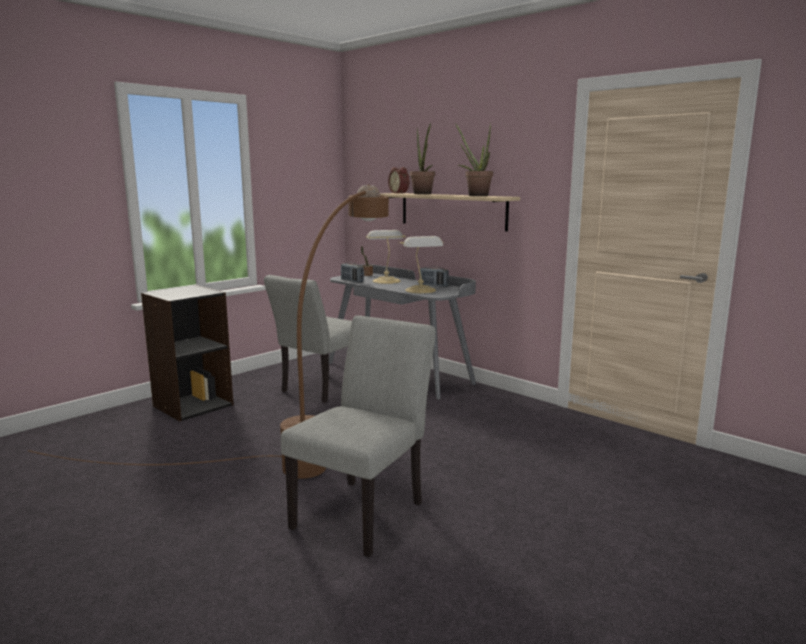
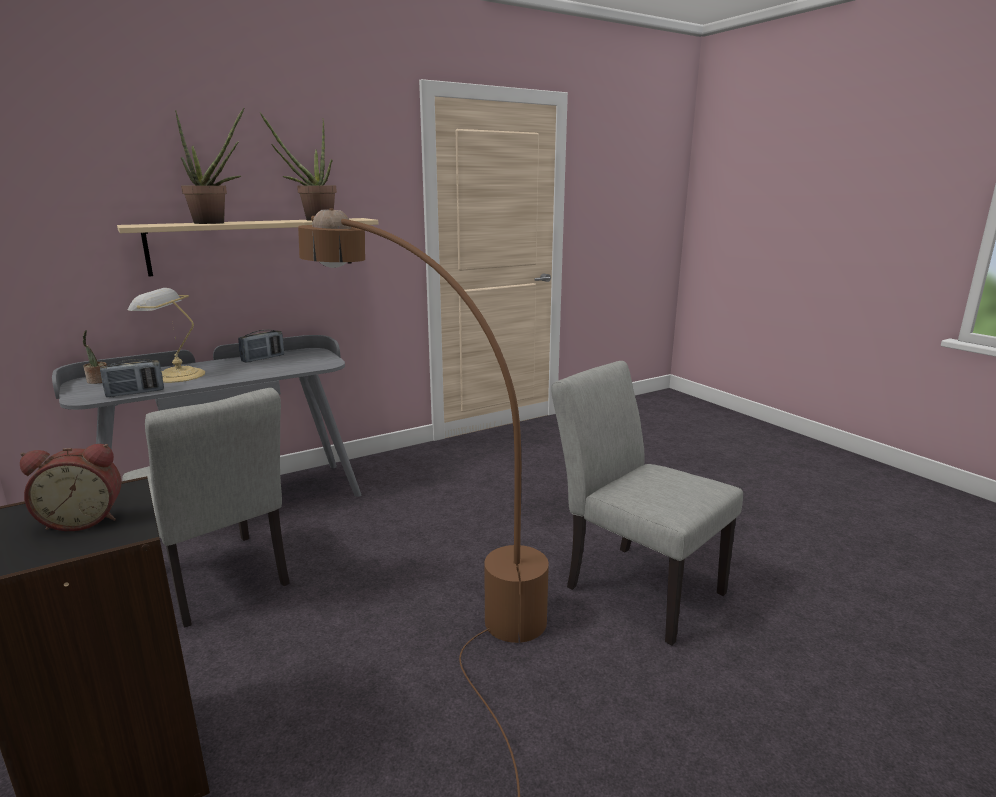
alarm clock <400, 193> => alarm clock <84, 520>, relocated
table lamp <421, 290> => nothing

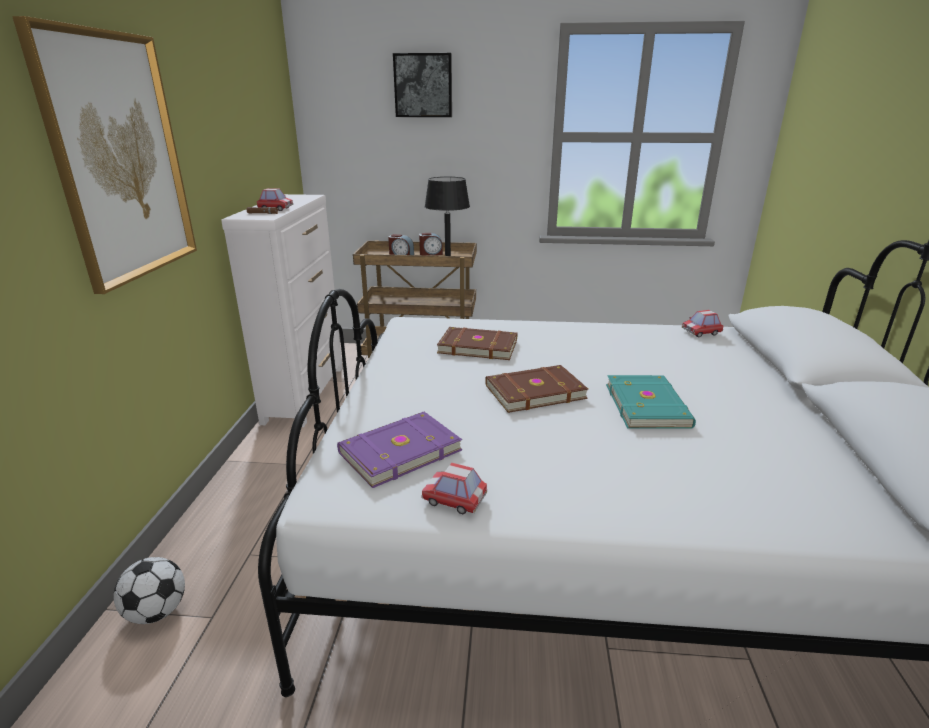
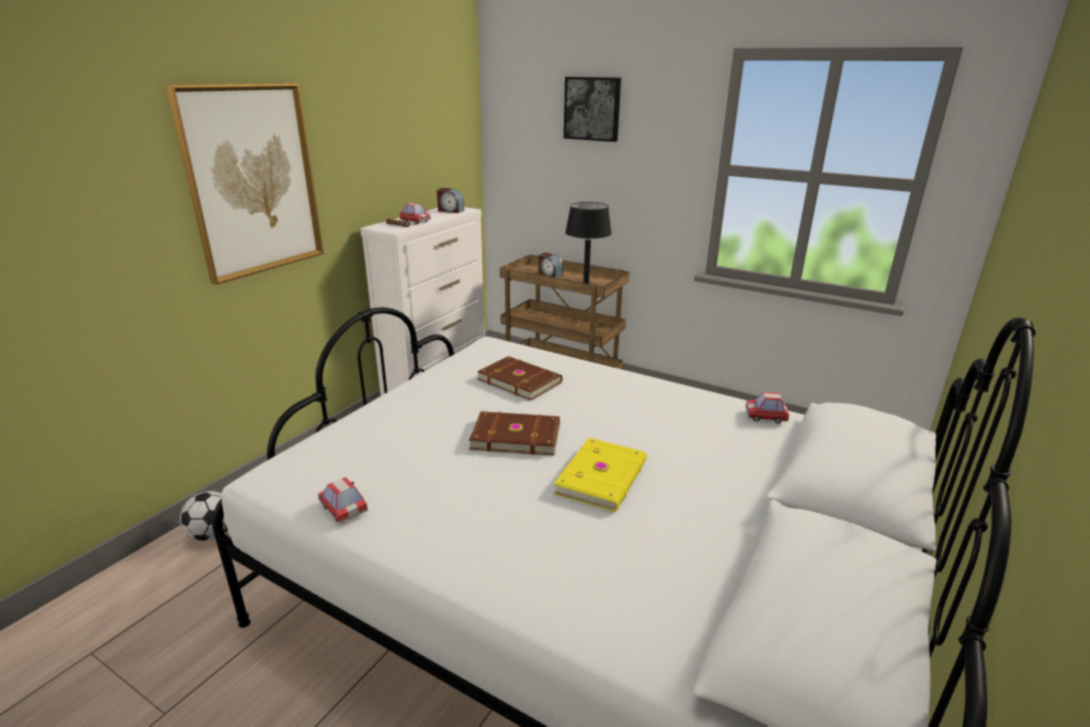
book (purple) <398, 451> => nothing
alarm clock <431, 253> => alarm clock <450, 211>, relocated
book (turquoise) <648, 405> => book (yellow) <603, 477>

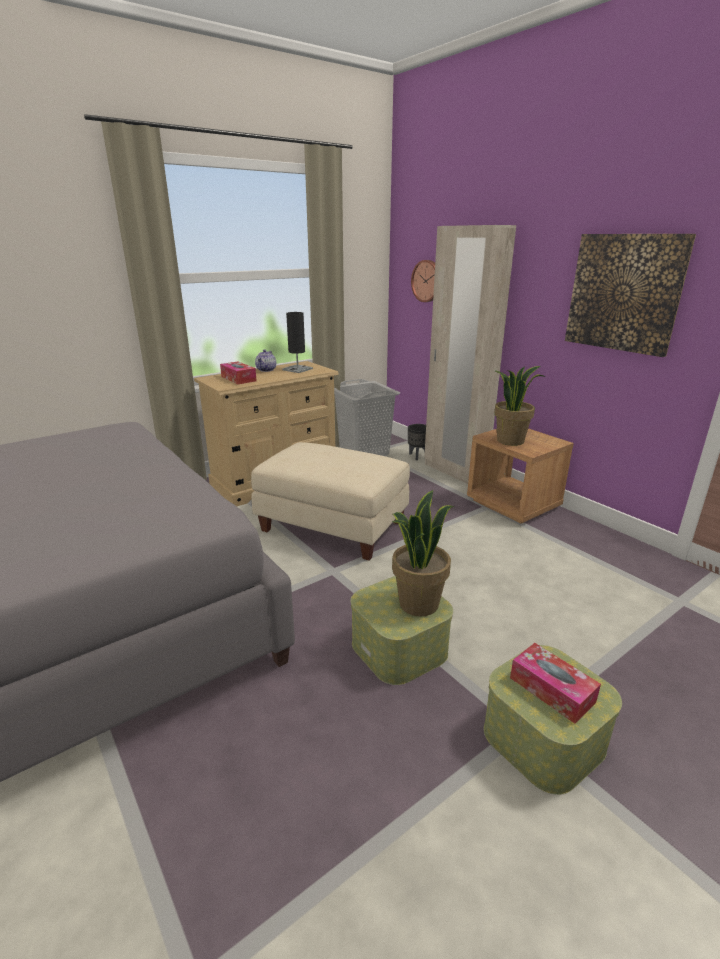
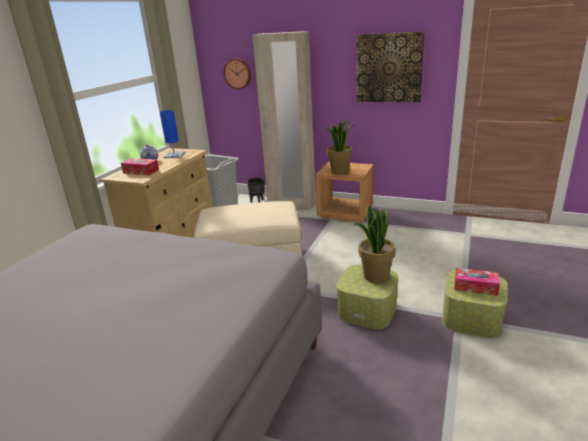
table lamp (black) <297, 369> => table lamp (blue) <174, 155>

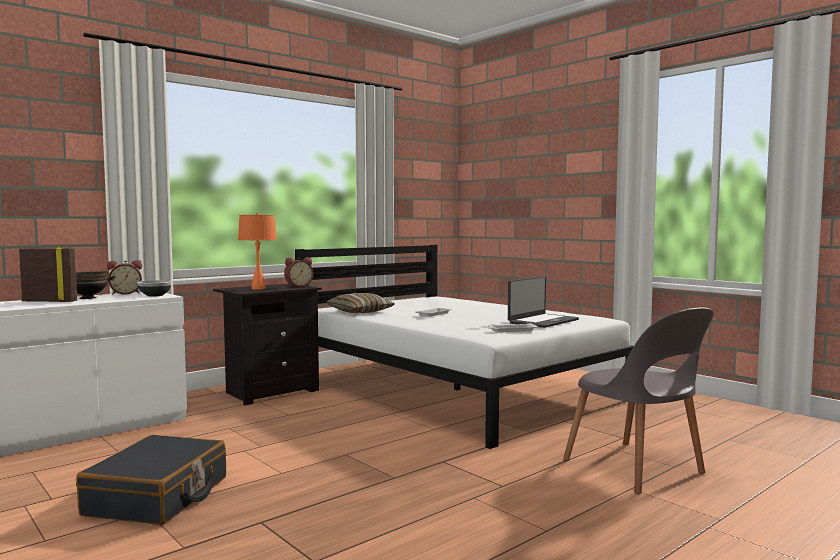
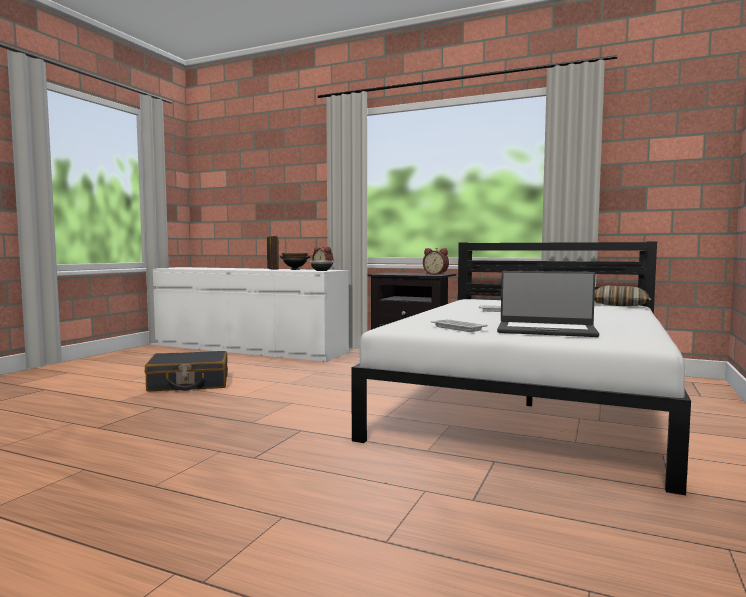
table lamp (orange) <258, 288> => nothing
pillow <360, 312> => pillow <619, 305>, relocated
chair (grey) <636, 468> => nothing

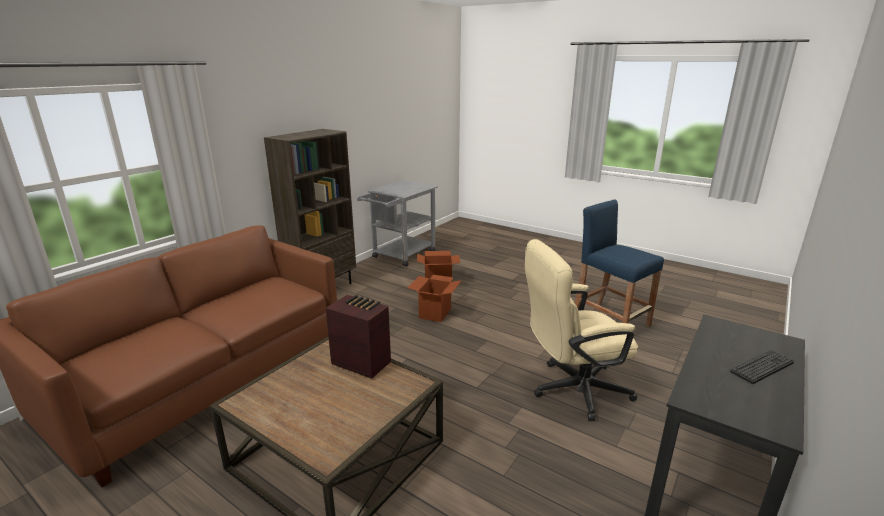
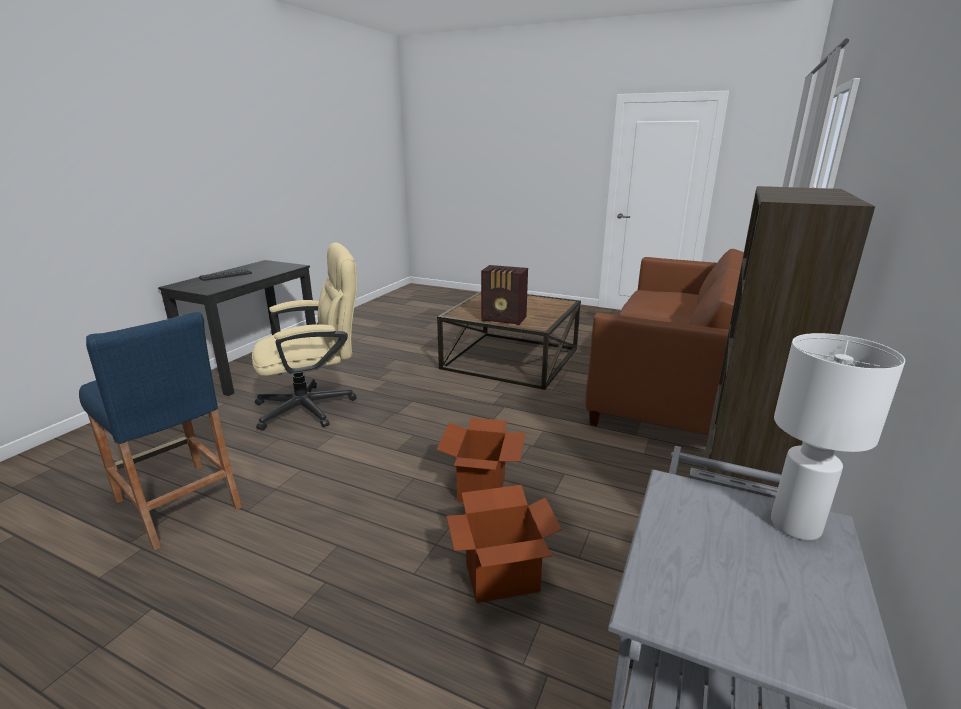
nothing => table lamp (white) <794, 526>

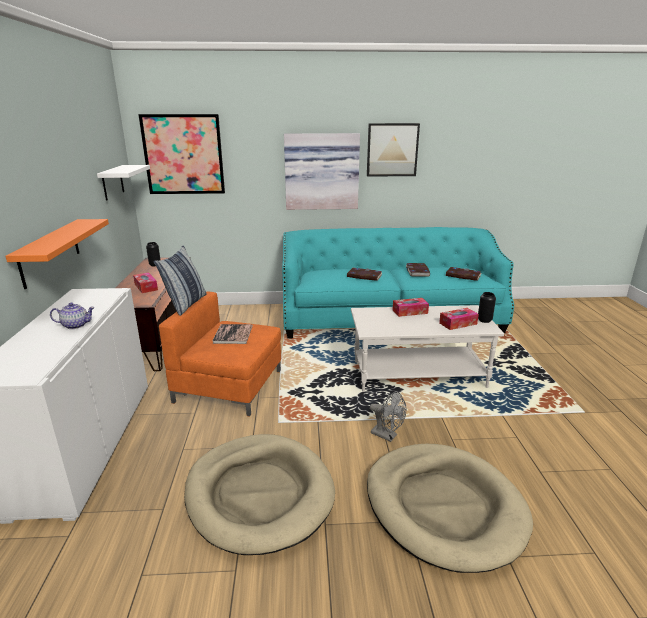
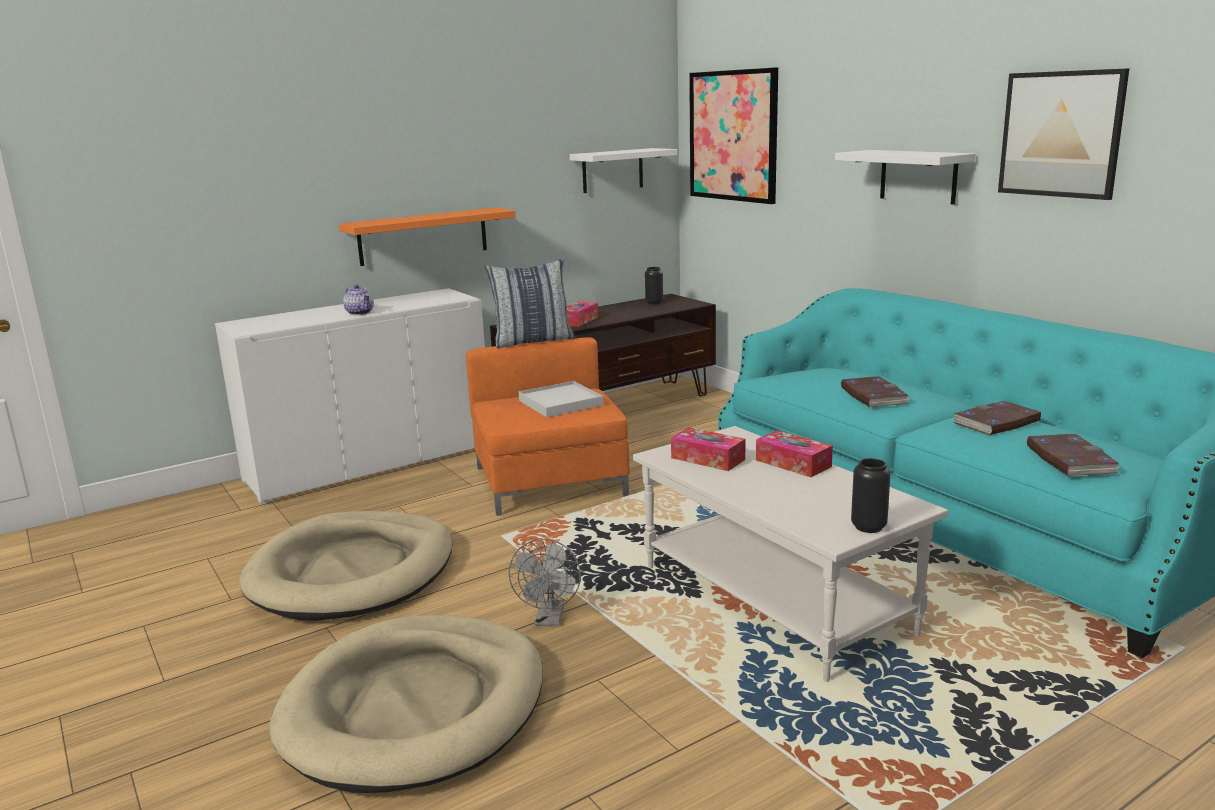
book <233, 334> => tray (white) <560, 403>
picture <321, 171> => shelf (white) <918, 176>
tissue box <458, 323> => tissue box <708, 459>, relocated

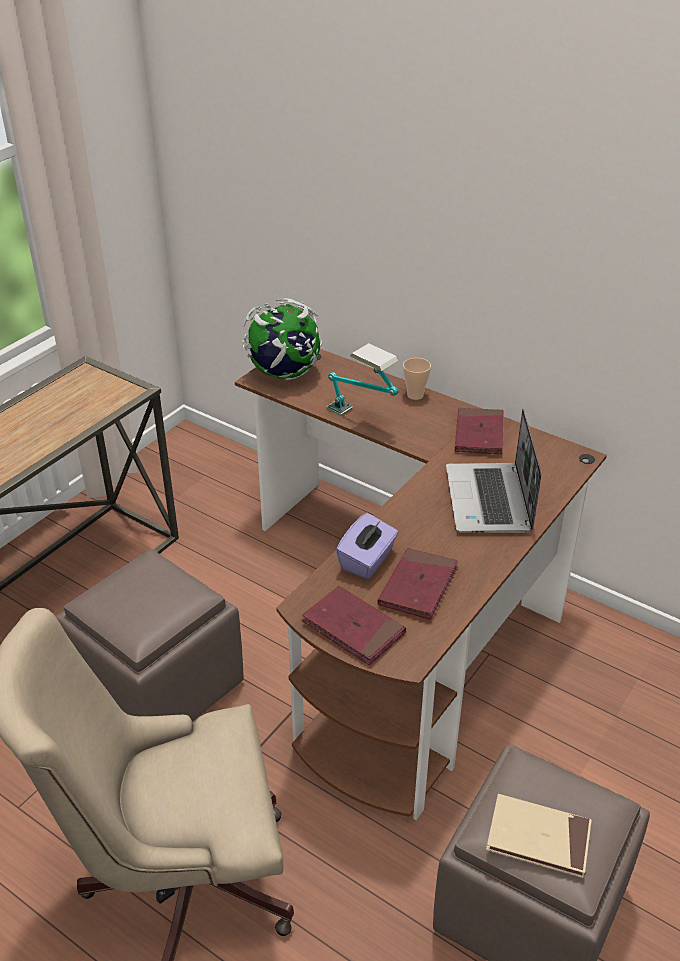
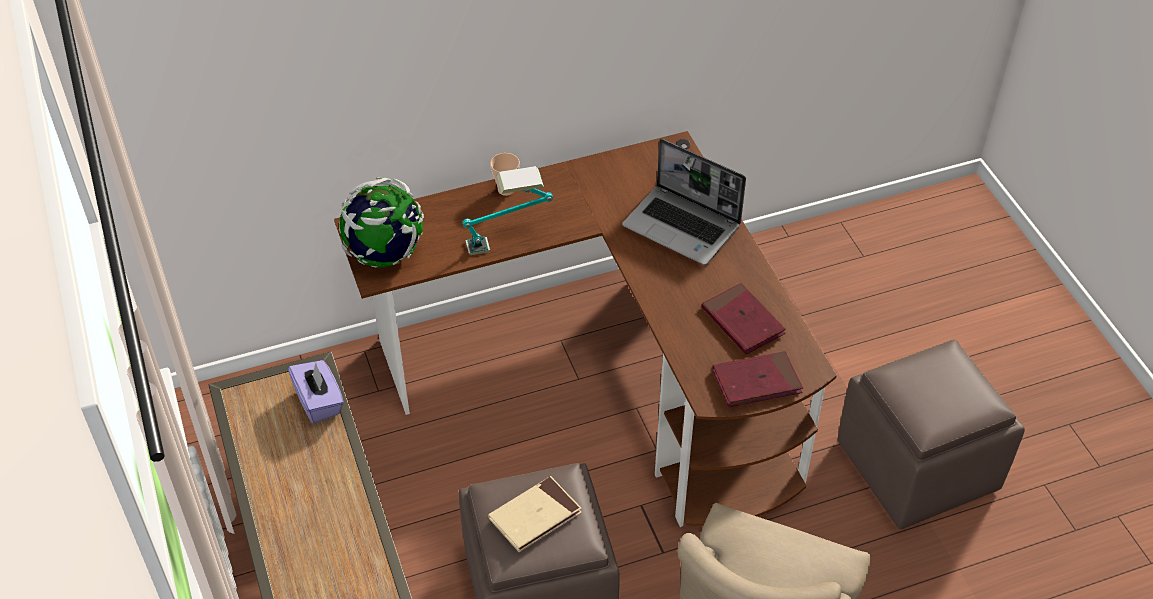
tissue box (purple) <367, 561> => tissue box (purple) <319, 402>, relocated
book (red) <479, 434> => nothing
book (beige) <538, 838> => book (beige) <535, 516>, relocated

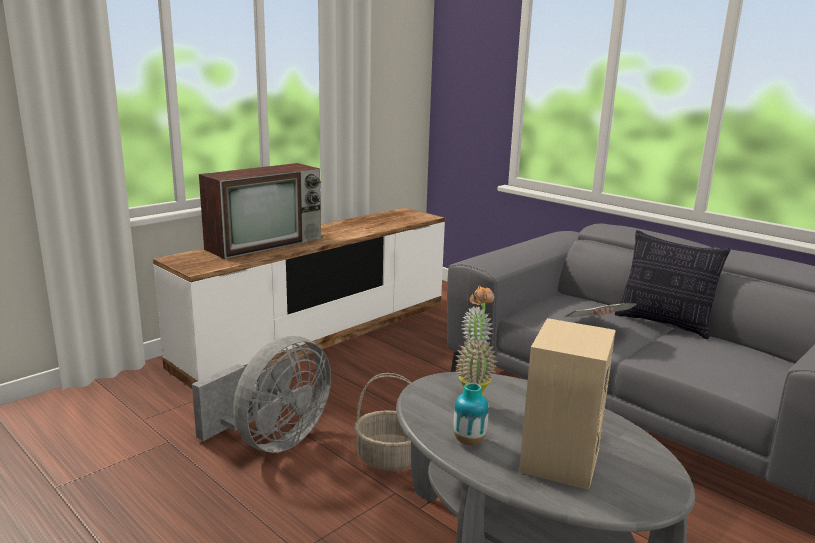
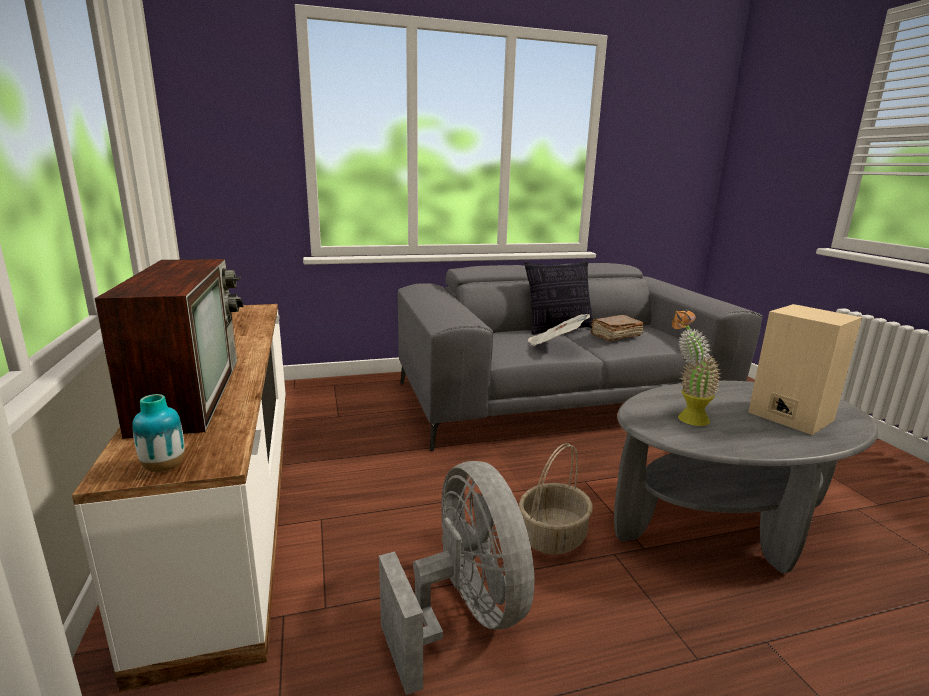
vase <469, 441> => vase <164, 467>, relocated
nothing => book (brown) <615, 336>

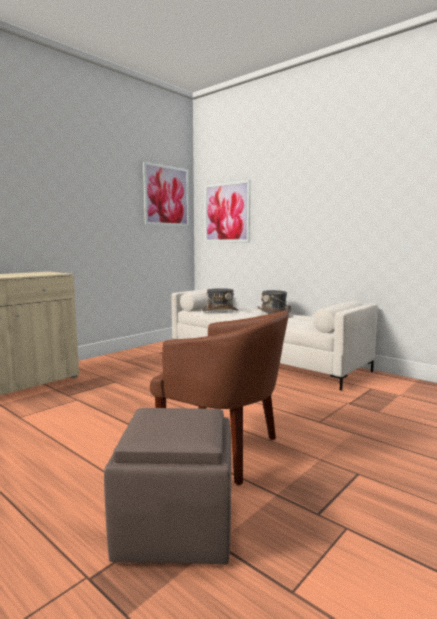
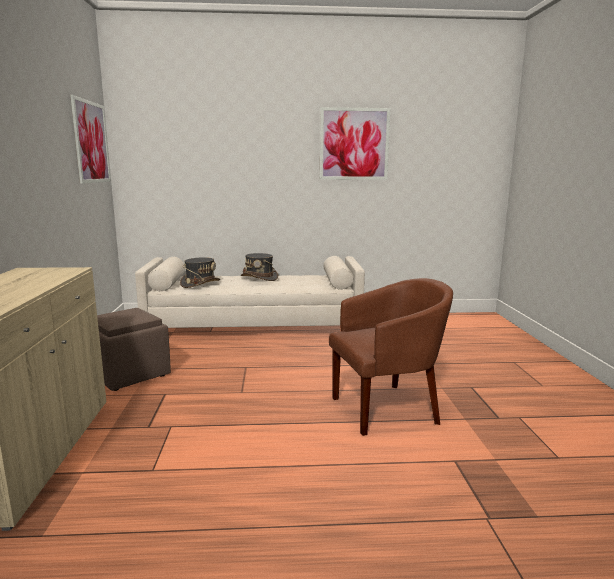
ottoman (brown) <177, 526> => ottoman (brown) <130, 374>, relocated
picture <226, 212> => picture <354, 144>, relocated

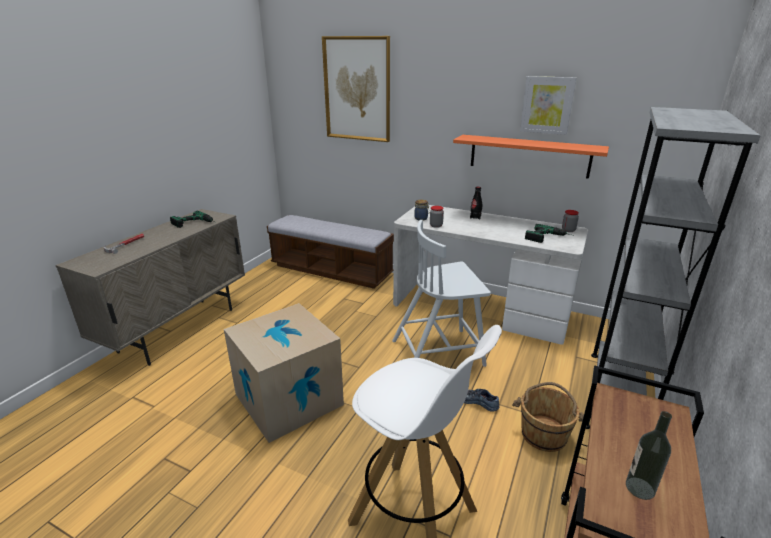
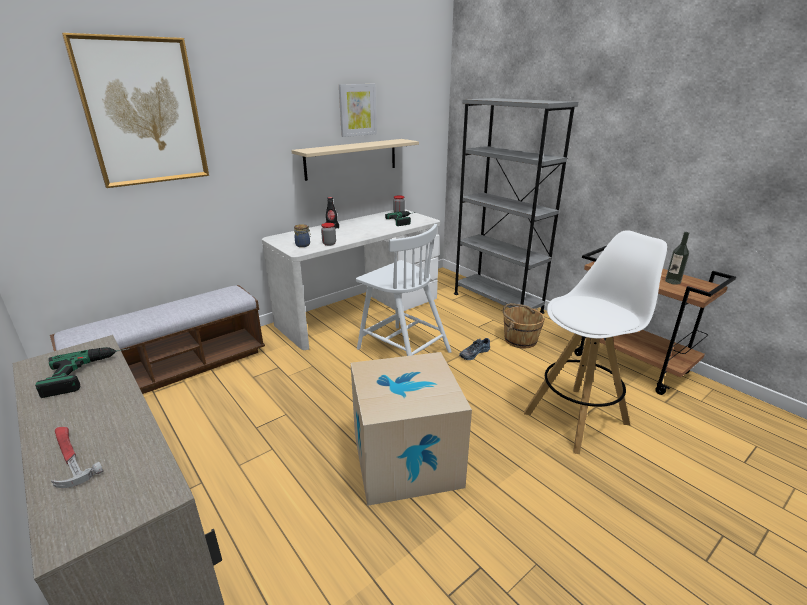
chair (white) <439, 352> => chair (white) <402, 349>, 60 degrees counterclockwise
shelf (orange) <529, 156> => shelf (beige) <351, 159>

